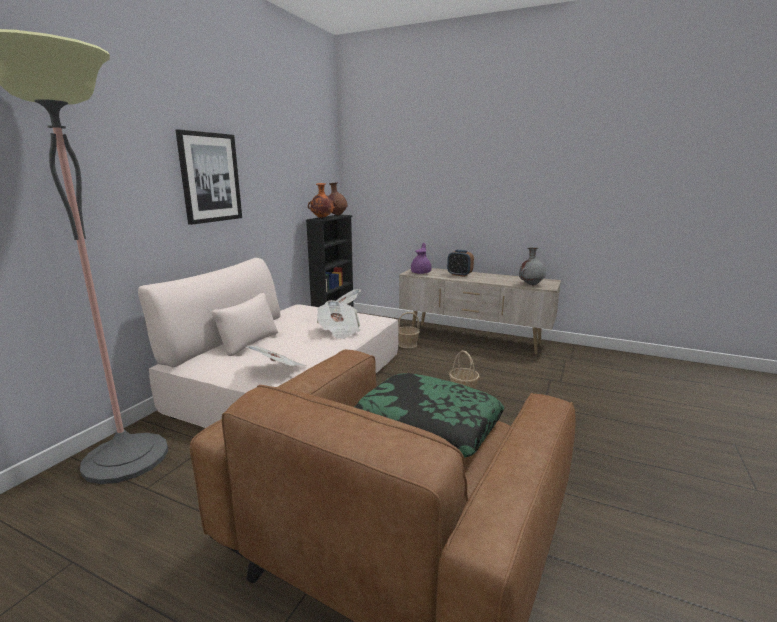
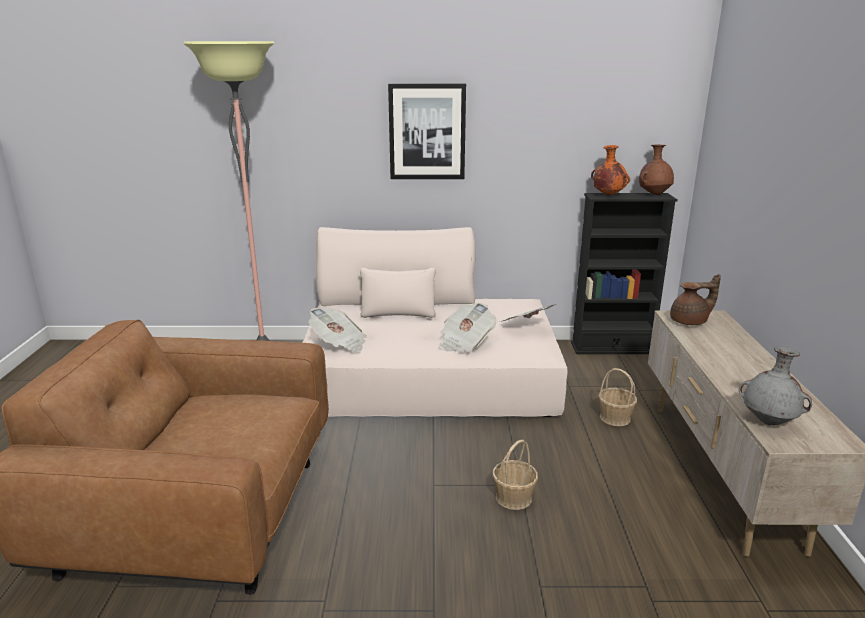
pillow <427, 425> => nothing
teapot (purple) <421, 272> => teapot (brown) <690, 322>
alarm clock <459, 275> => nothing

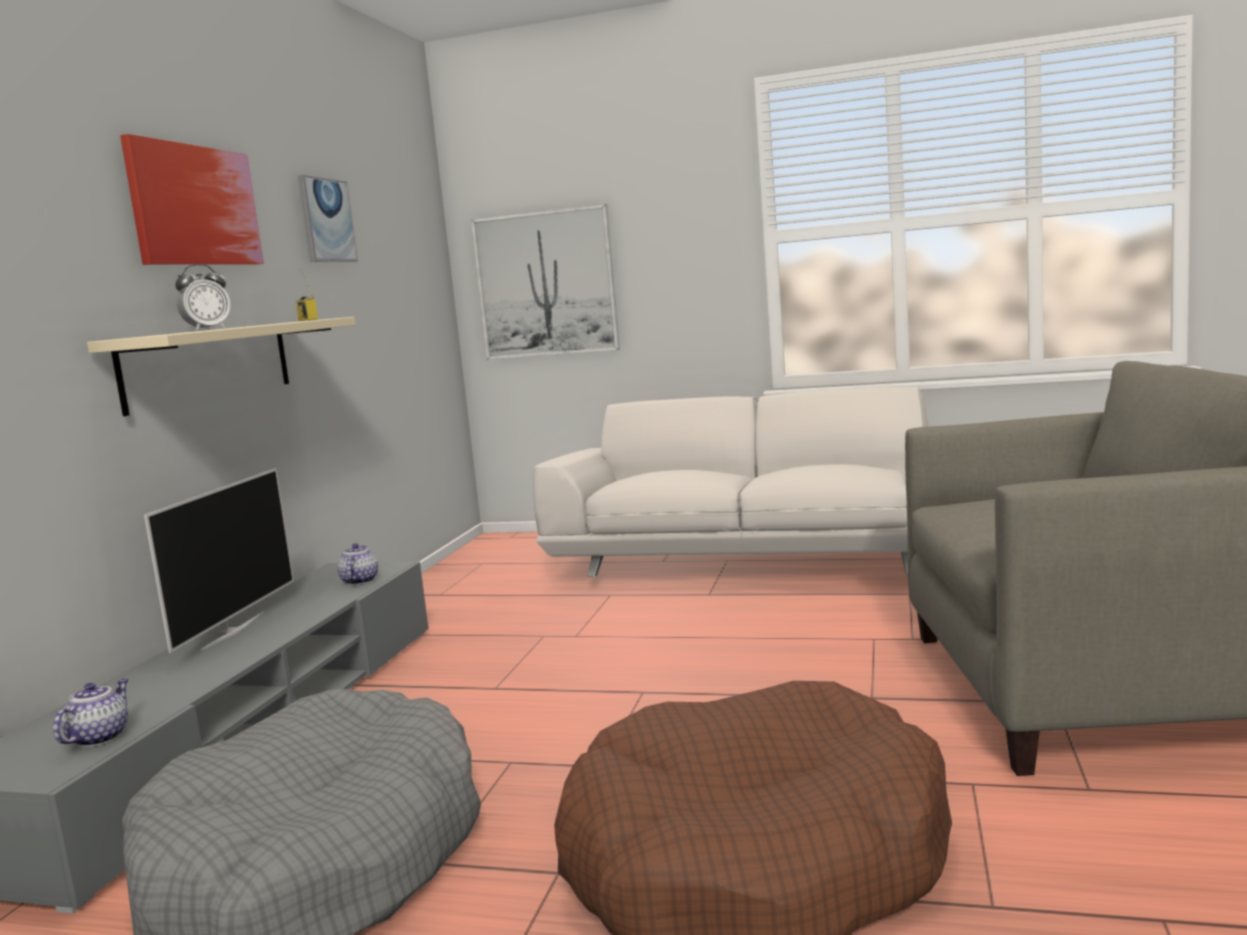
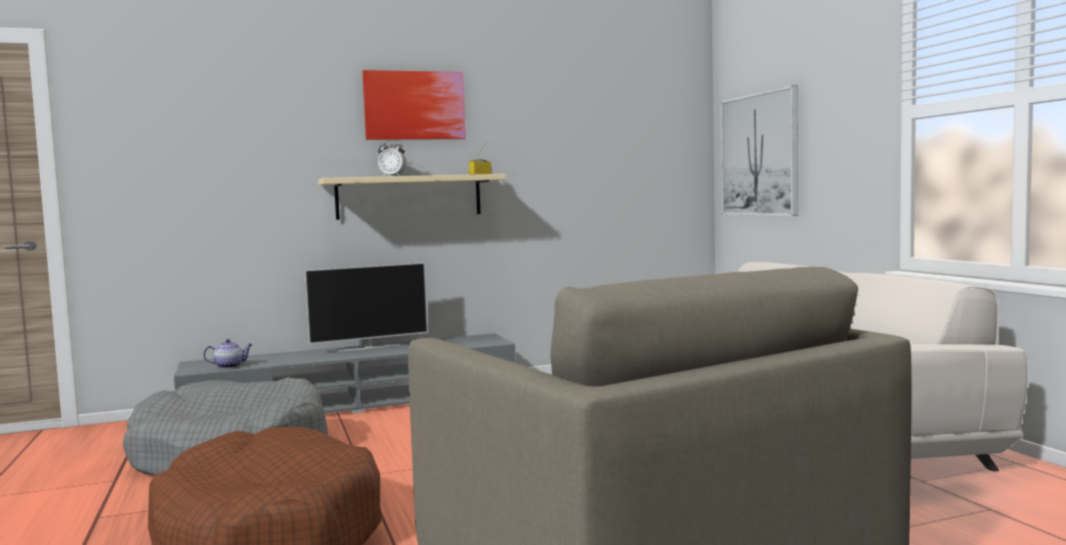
picture <326, 220> => nothing
teapot <359, 581> => nothing

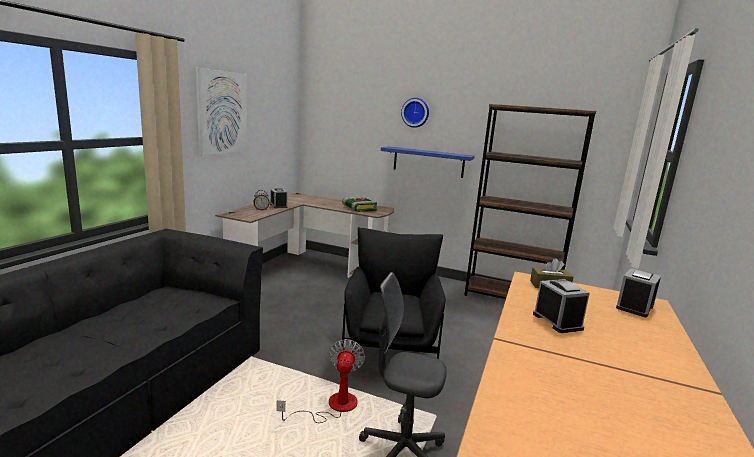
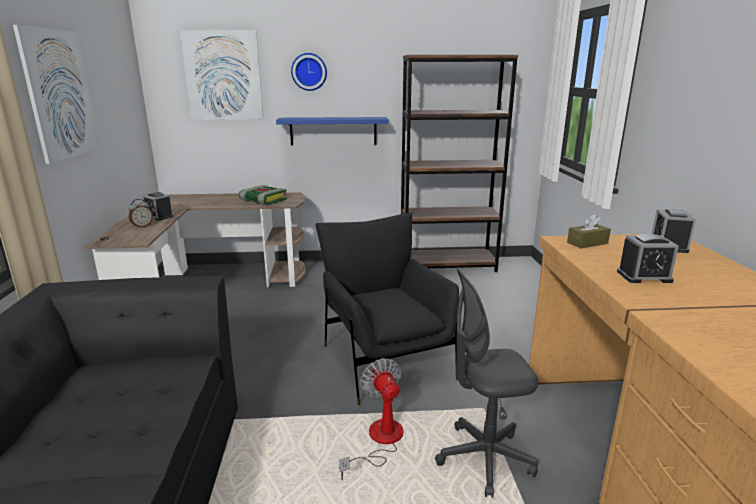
alarm clock <557, 321> => alarm clock <644, 276>, 135 degrees clockwise
nothing => picture <223, 76>

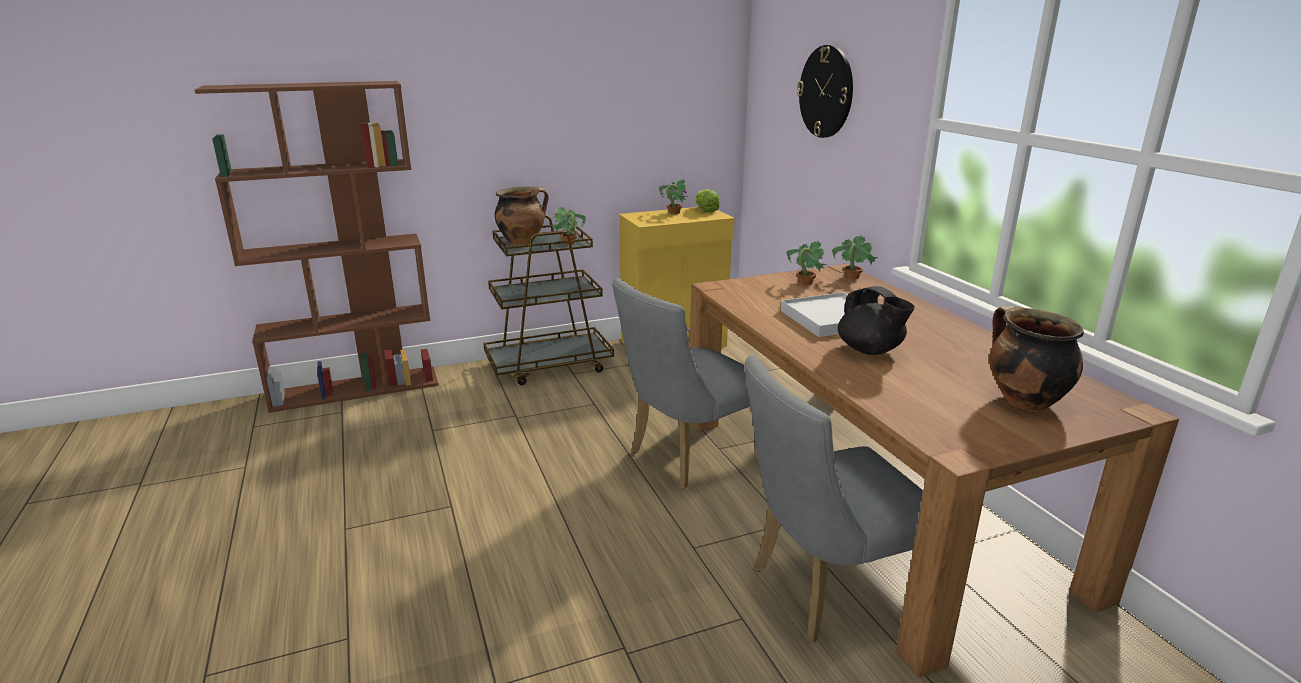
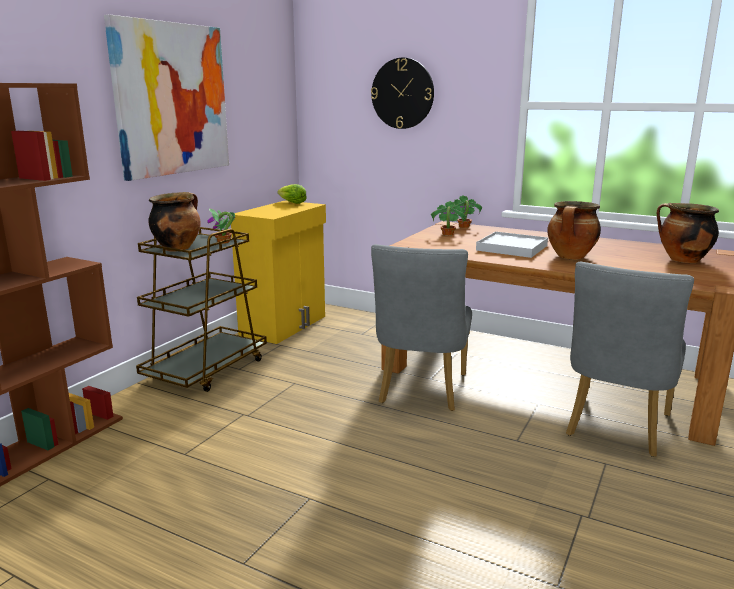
potted plant <673, 213> => nothing
teapot (black) <870, 350> => cooking pot <571, 257>
nothing => picture <172, 99>

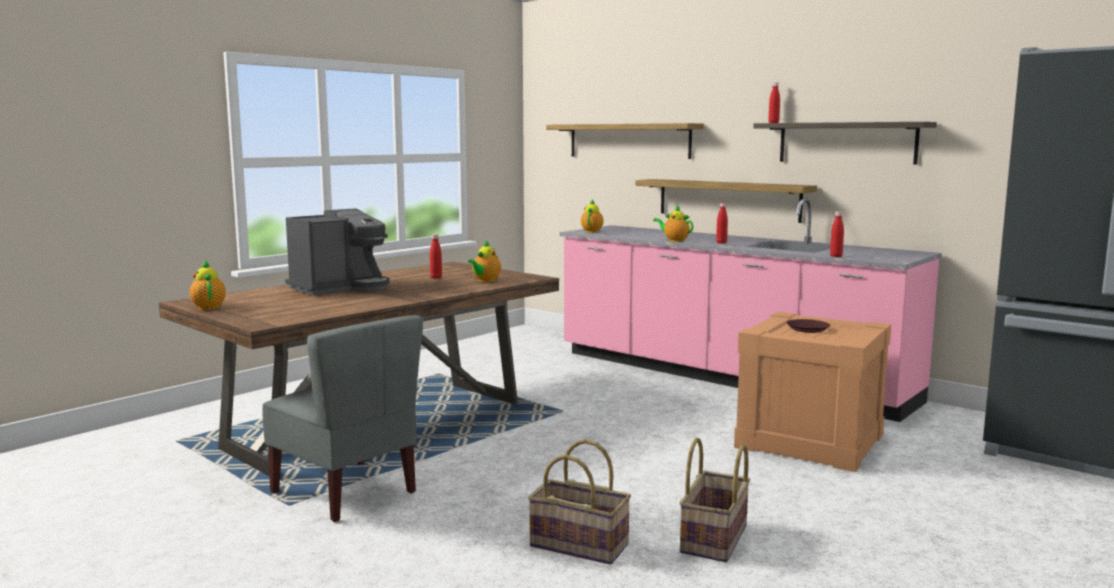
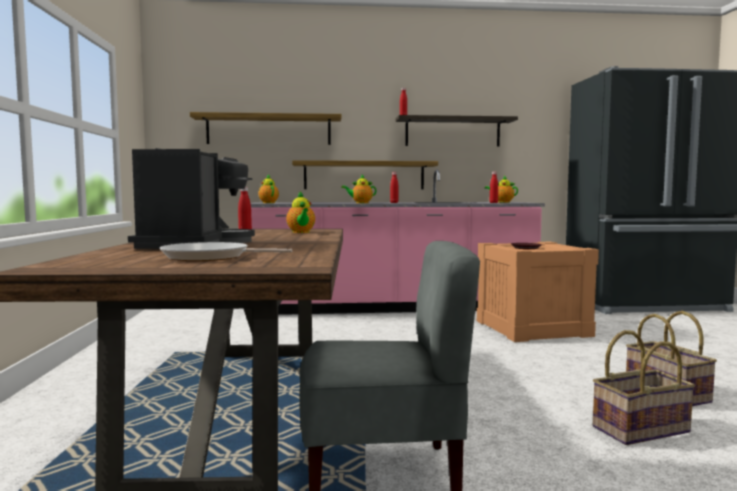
teapot <208, 307> => teapot <502, 202>, relocated
nothing => frying pan <210, 257>

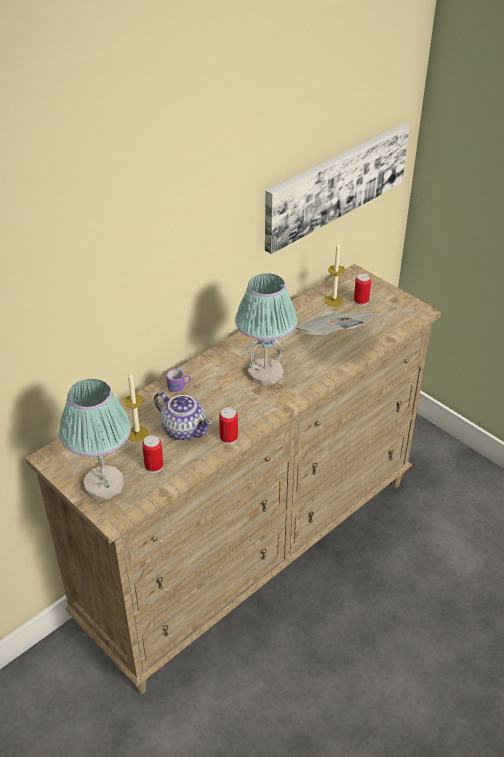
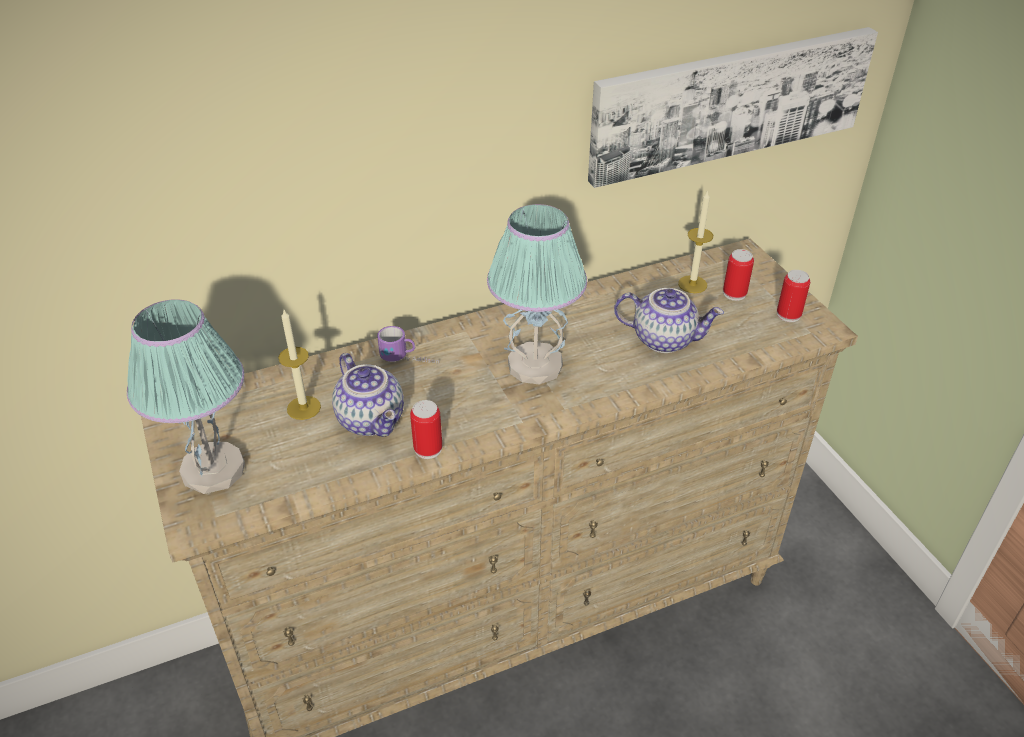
can <154, 466> => can <788, 315>, relocated
newspaper <333, 339> => teapot <664, 339>

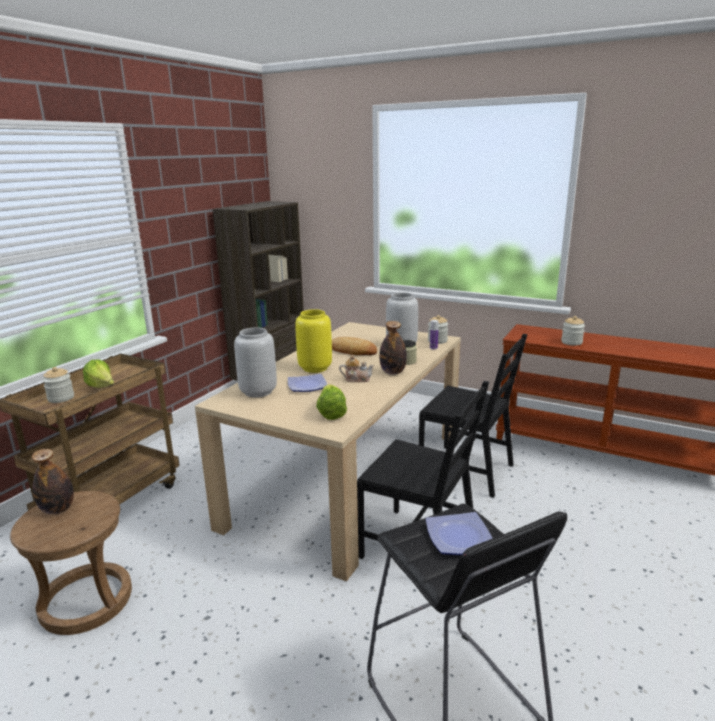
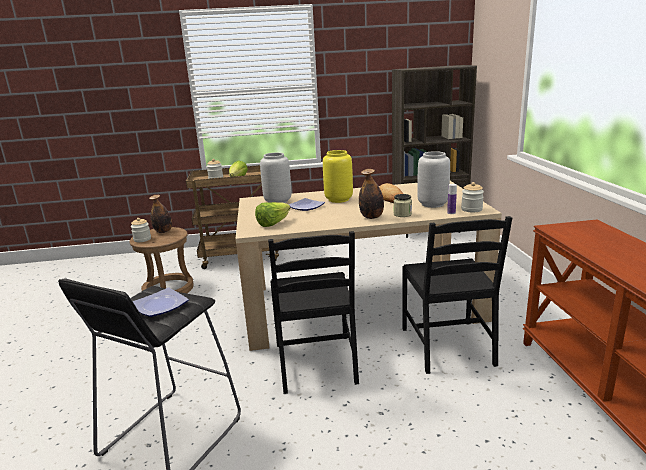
teapot <357, 379> => nothing
jar <571, 342> => jar <142, 239>, relocated

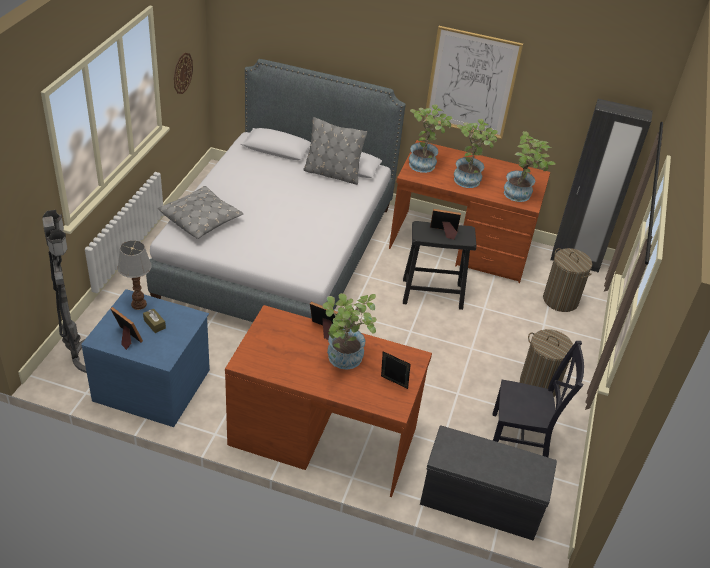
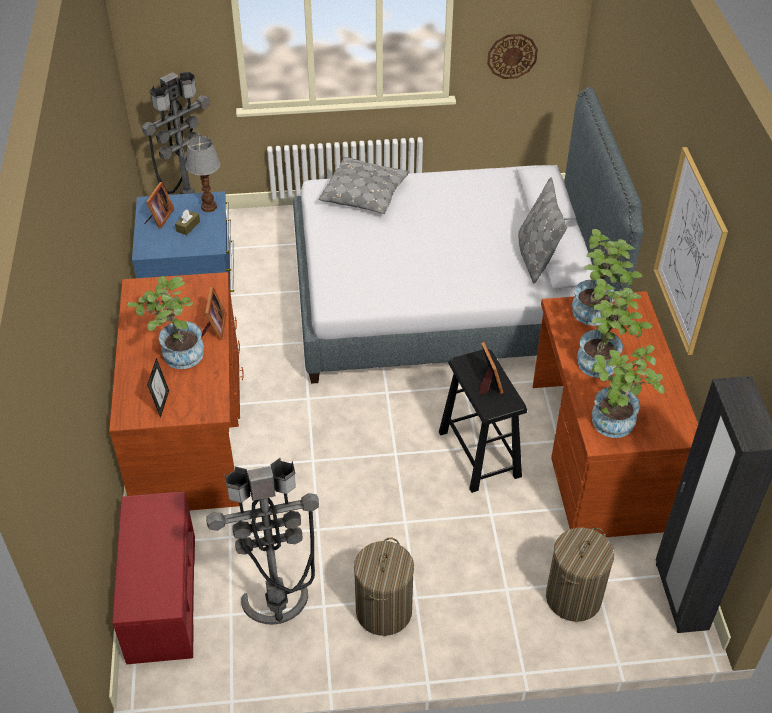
bench (grey) <479, 501> => bench (red) <160, 597>
chair (black) <522, 439> => floor lamp (grey) <278, 615>

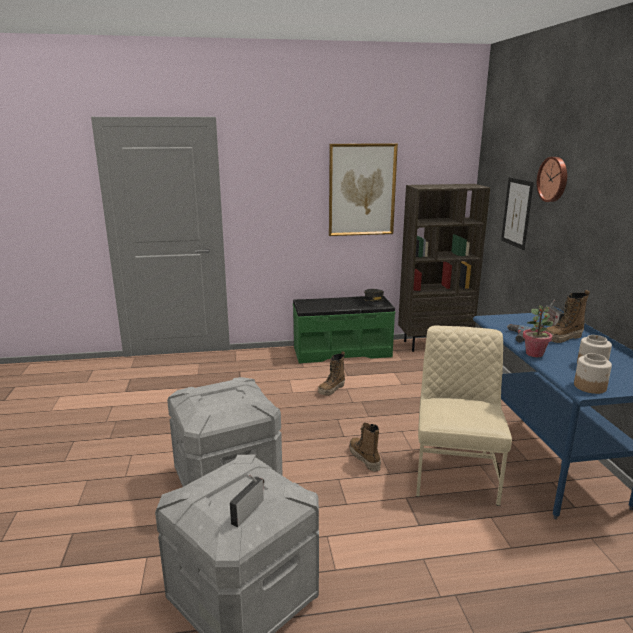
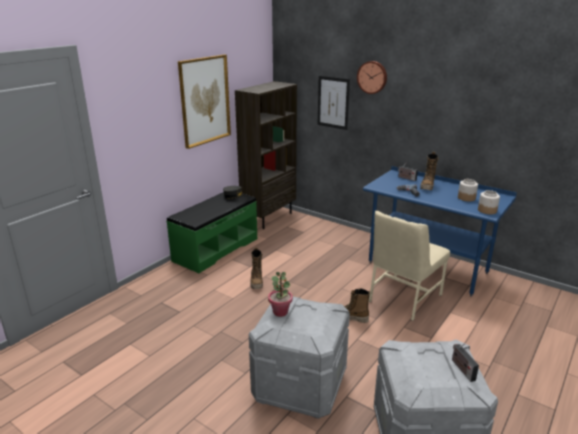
chair (beige) <455, 473> => chair (beige) <403, 298>, 105 degrees counterclockwise
potted plant <534, 354> => potted plant <280, 312>, relocated

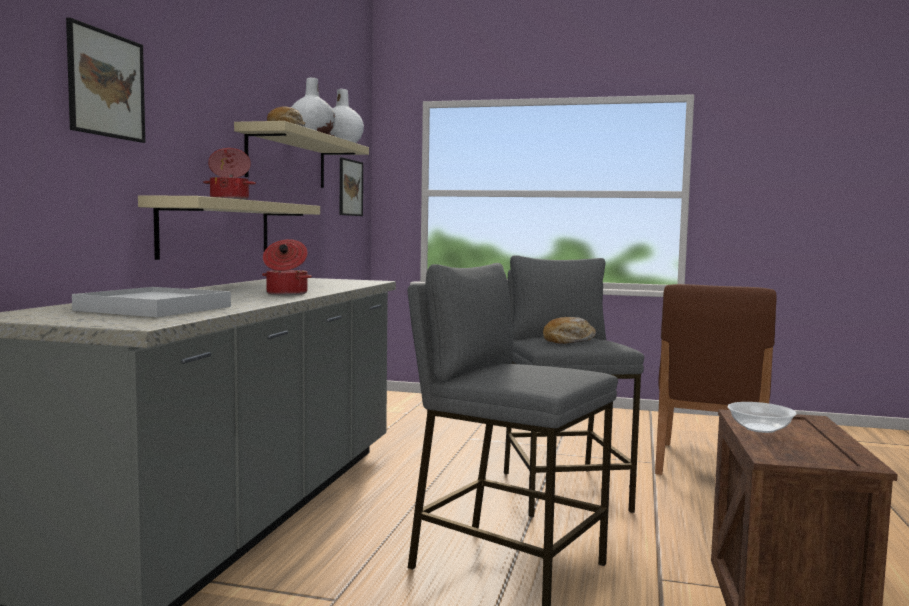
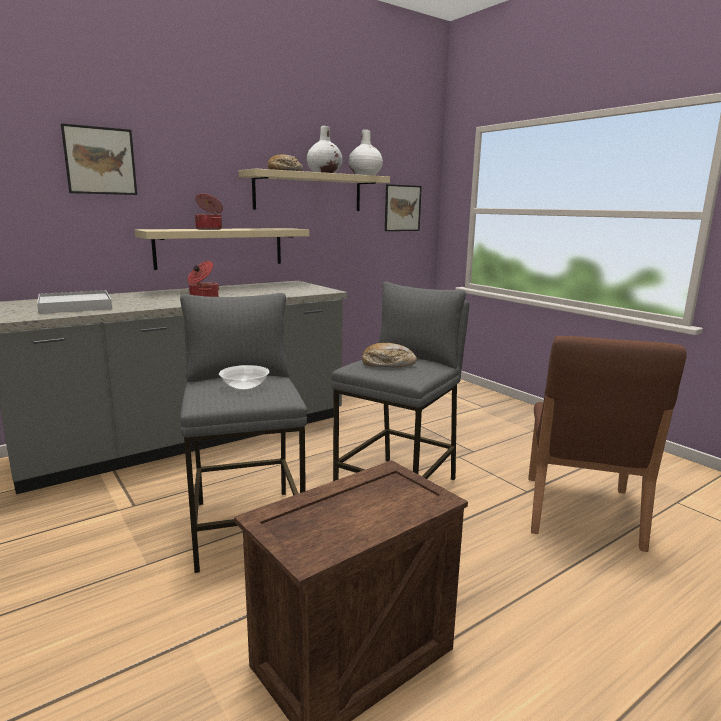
chair (brown) <708, 464> => chair (brown) <580, 511>, 45 degrees counterclockwise
bowl <759, 428> => bowl <245, 386>, relocated

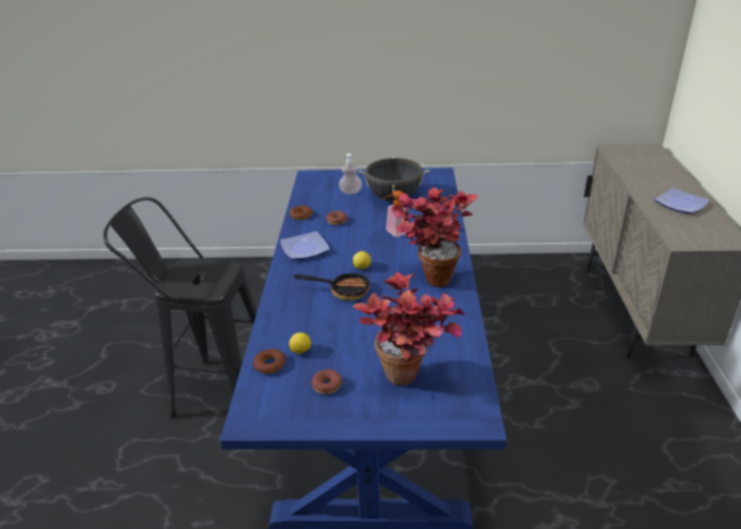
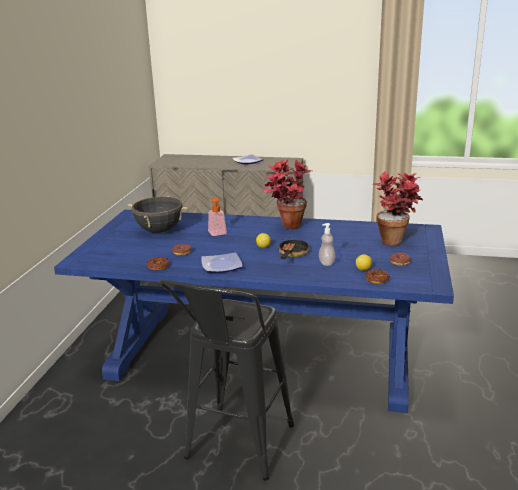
soap dispenser <350, 192> => soap dispenser <326, 263>, relocated

